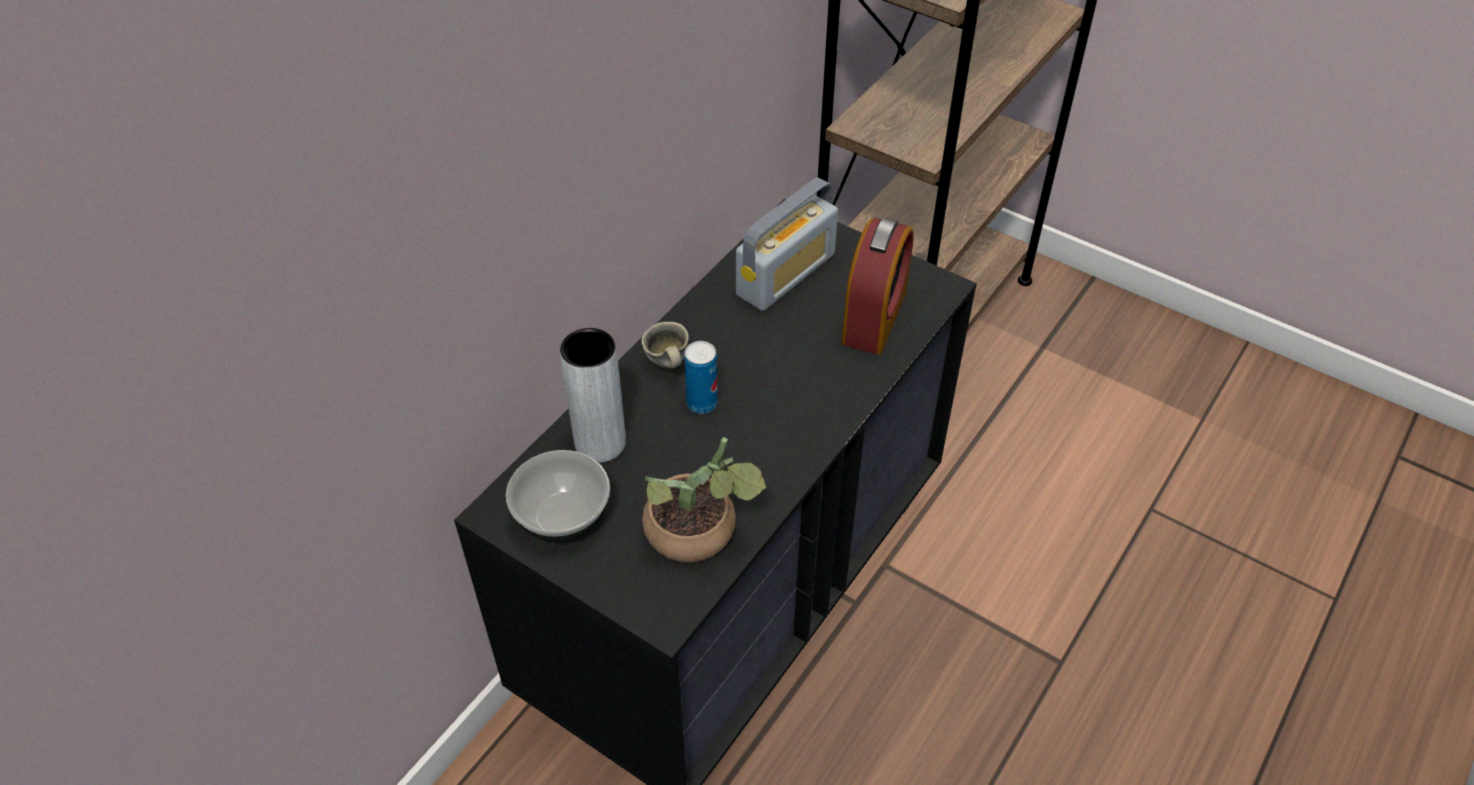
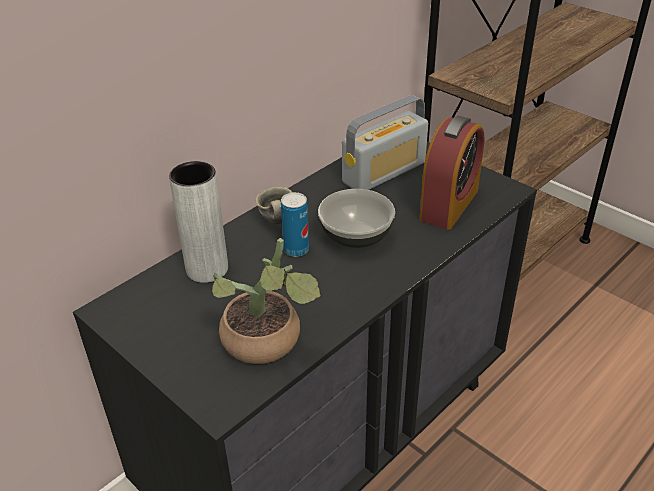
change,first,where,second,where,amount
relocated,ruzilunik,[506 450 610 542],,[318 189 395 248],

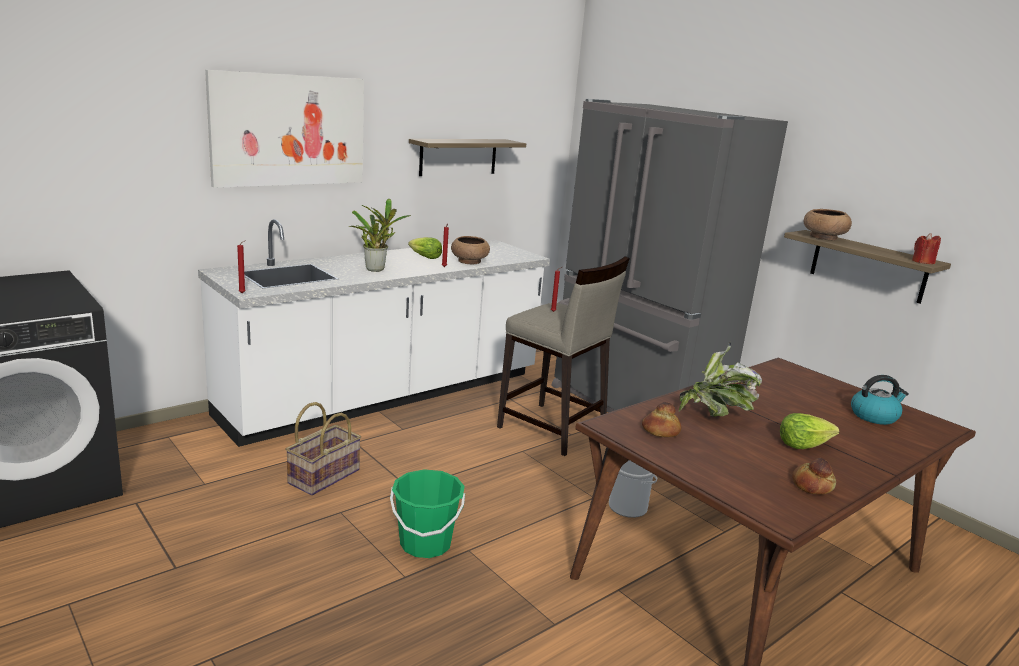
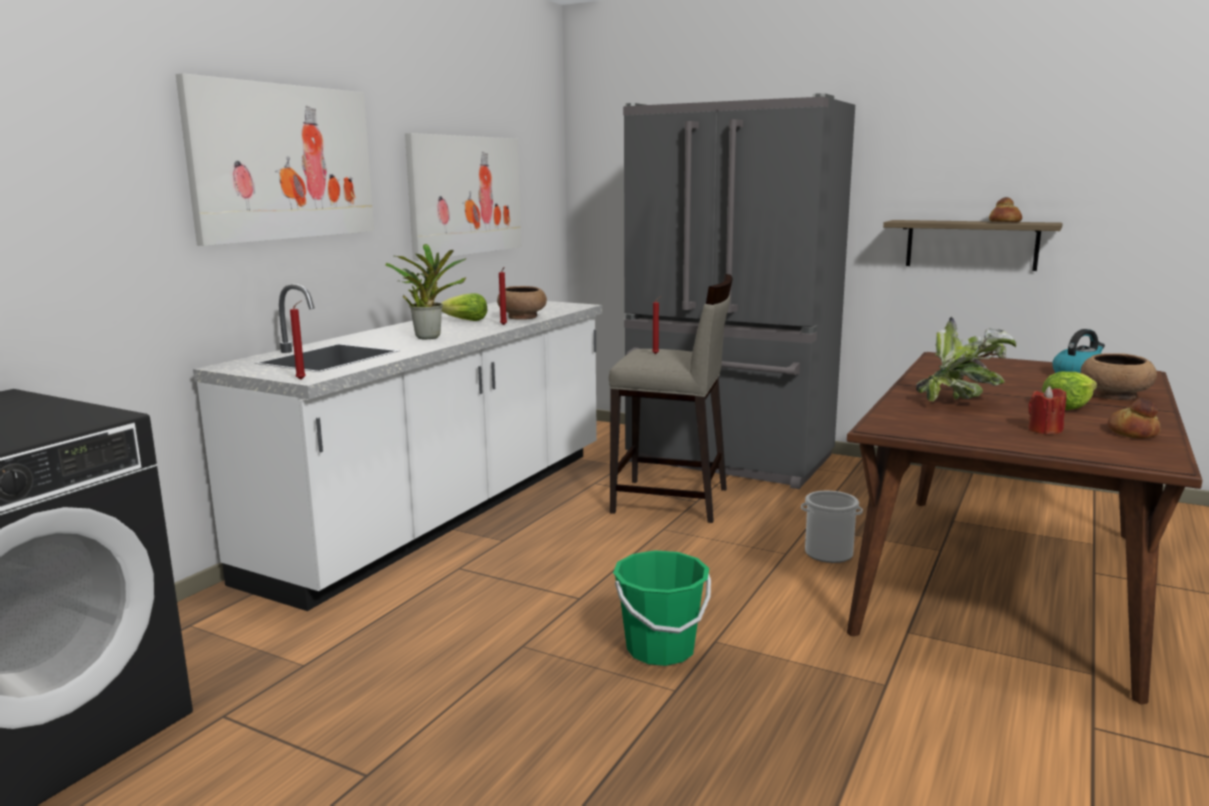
change,first,where,second,where,amount
exchanged,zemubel,[409 139 526 176],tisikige,[405 133 521 261],
relocated,brown_ruzilunik,[804 209 852 240],,[1081 353 1157 400],
relocated,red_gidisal,[912 233 941 264],,[1028 386 1066 434],
missing,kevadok,[285 402 361 496],,,
relocated,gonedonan,[642 402 681 437],,[989 197 1022 222],

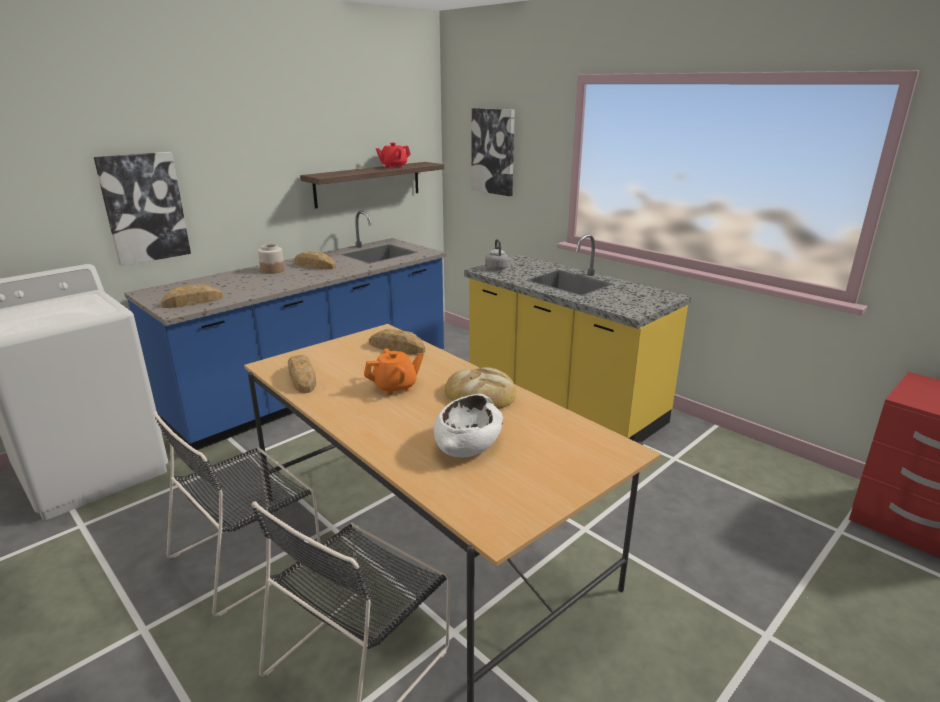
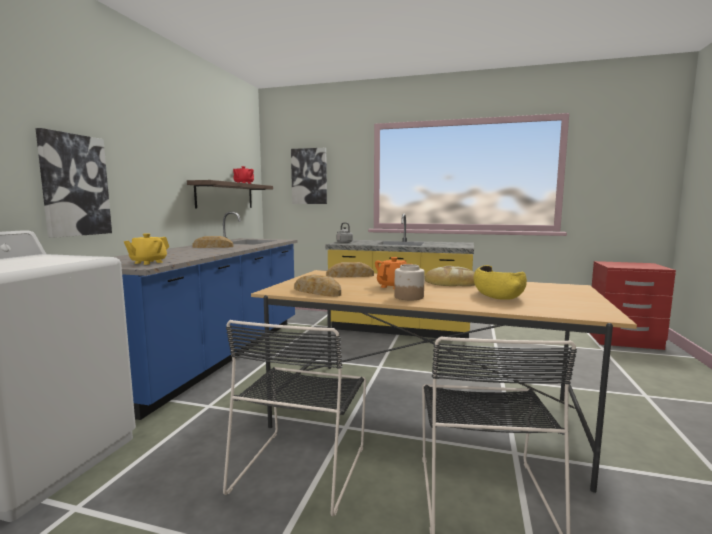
change,first,where,second,where,amount
relocated,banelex,[258 244 285 274],,[394 264 425 300],
exchanged,gonedonan,[161 284 223 308],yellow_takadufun,[124 233 169 265],
colour,white_ruzilunik,[434 394 503 457],yellow_ruzilunik,[474 265 527 300],

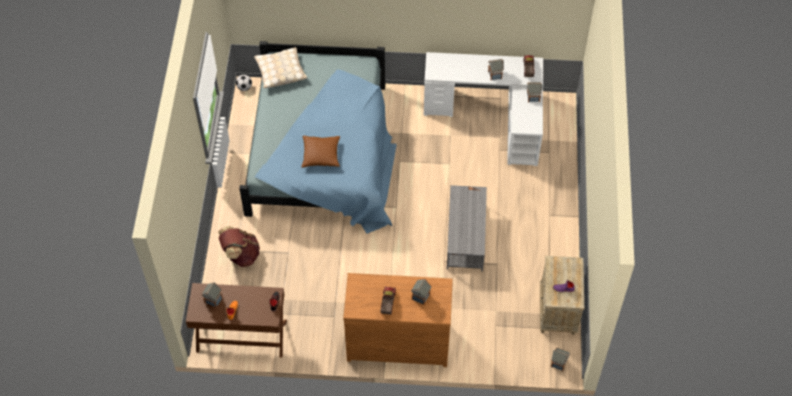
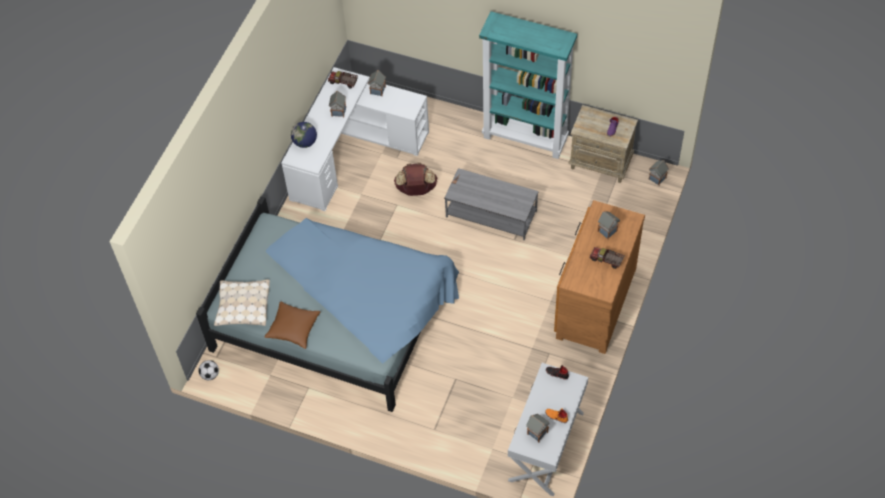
change,first,where,second,where,amount
relocated,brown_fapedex,[301 136 340 168],,[265 301 321 349],
relocated,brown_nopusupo,[218 226 260 267],,[394 163 438 196],
colour,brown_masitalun,[186 283 287 358],white_masitalun,[508 363 588 496],
appeared,,,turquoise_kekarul,[479 11 577 159],
appeared,,,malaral,[291 122 317 148],

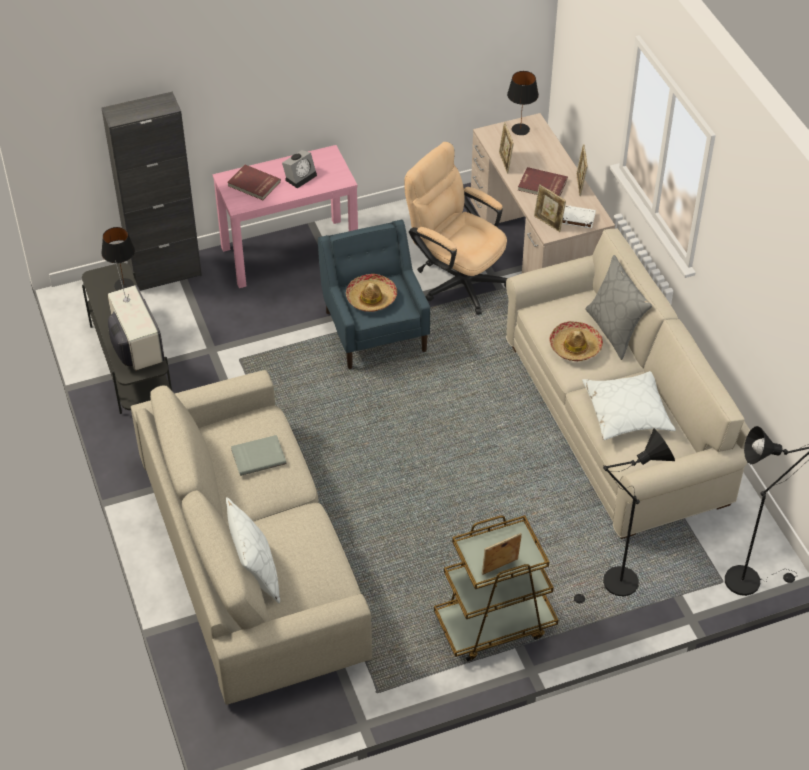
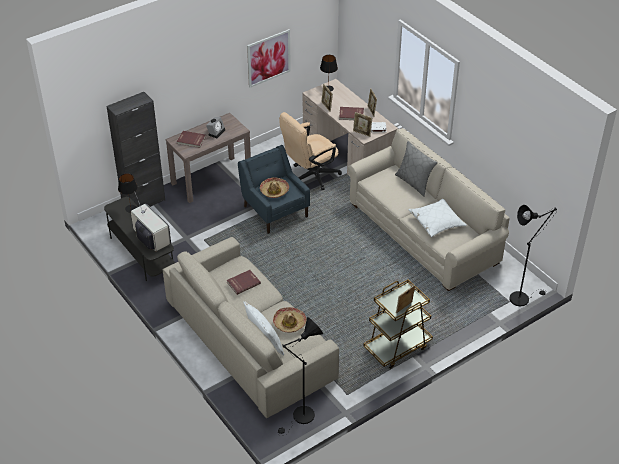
change,first,where,second,where,amount
spun,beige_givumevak,[404 142 507 315],,[279 112 342 190],60 degrees counterclockwise
colour,pink_masitalun,[213 145 358 288],brown_masitalun,[165 113 251 203],
relocated,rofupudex,[549 321 603 361],,[273 307 306 333],
relocated,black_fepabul,[572 429 675 603],,[278 317 323 435],
colour,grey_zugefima,[231 435 286 476],red_zugefima,[227 270 261 295],
appeared,,,tisikige,[247 29 291 88],

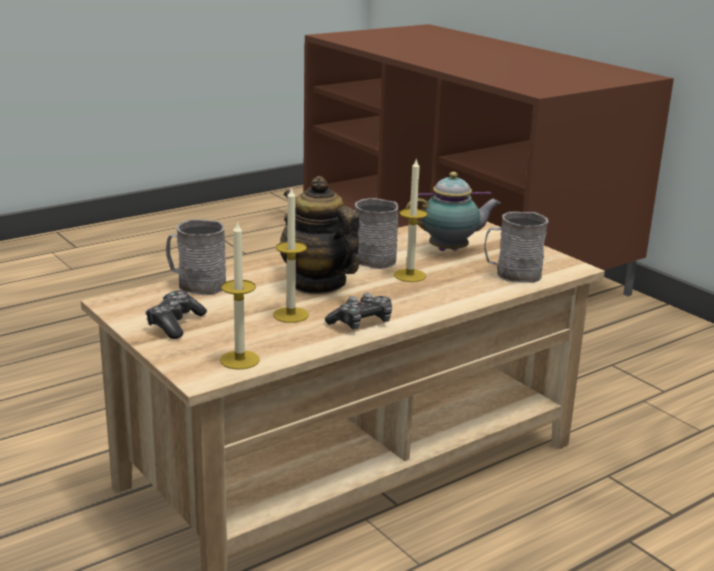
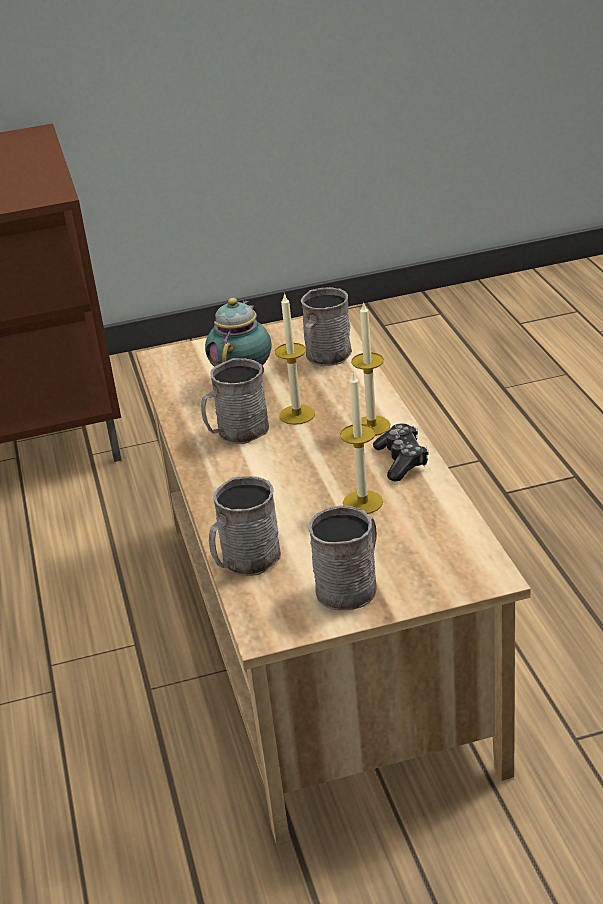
change,first,where,second,where,amount
missing,takadufun,[280 176 360 294],,,
relocated,gidisal,[220 220 260 370],,[351 301 390 436],
exchanged,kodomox,[145 291 207 339],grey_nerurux,[308 505 377 610],

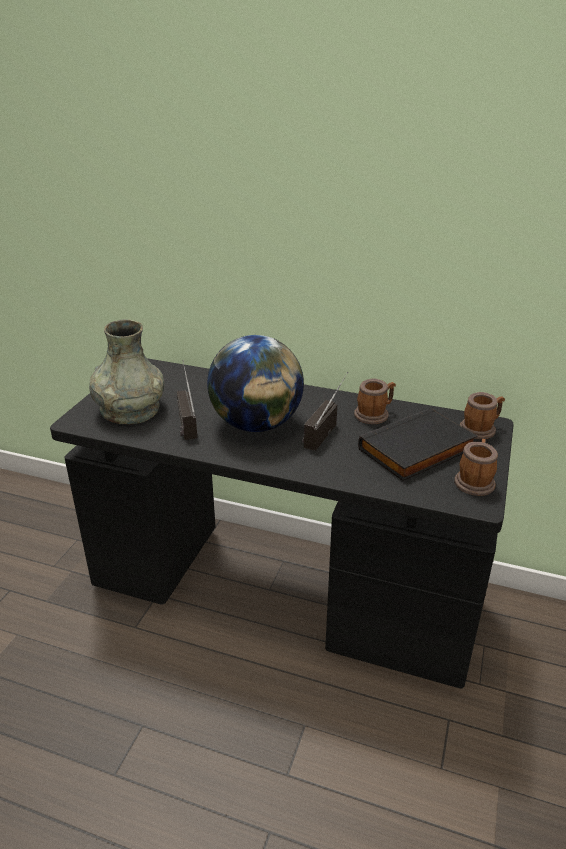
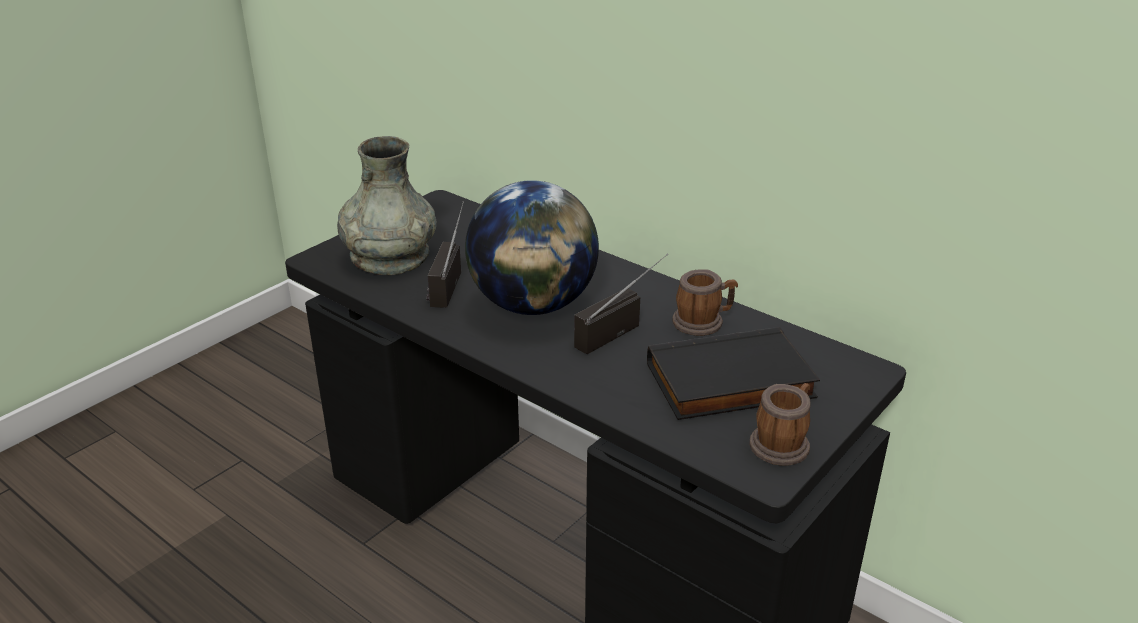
change,first,where,second,where,amount
missing,nerurux,[460 392 505 439],,,

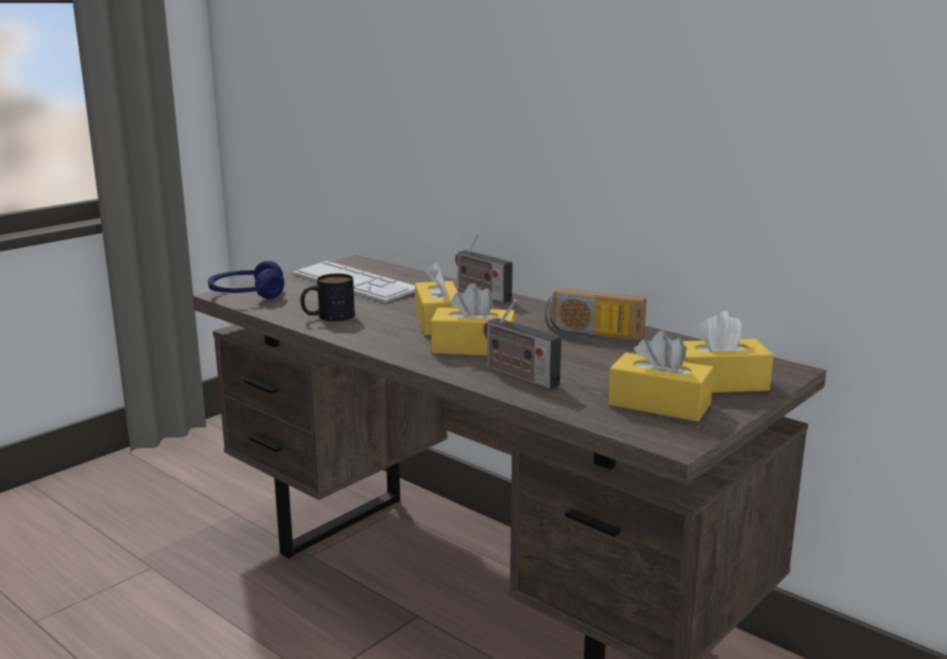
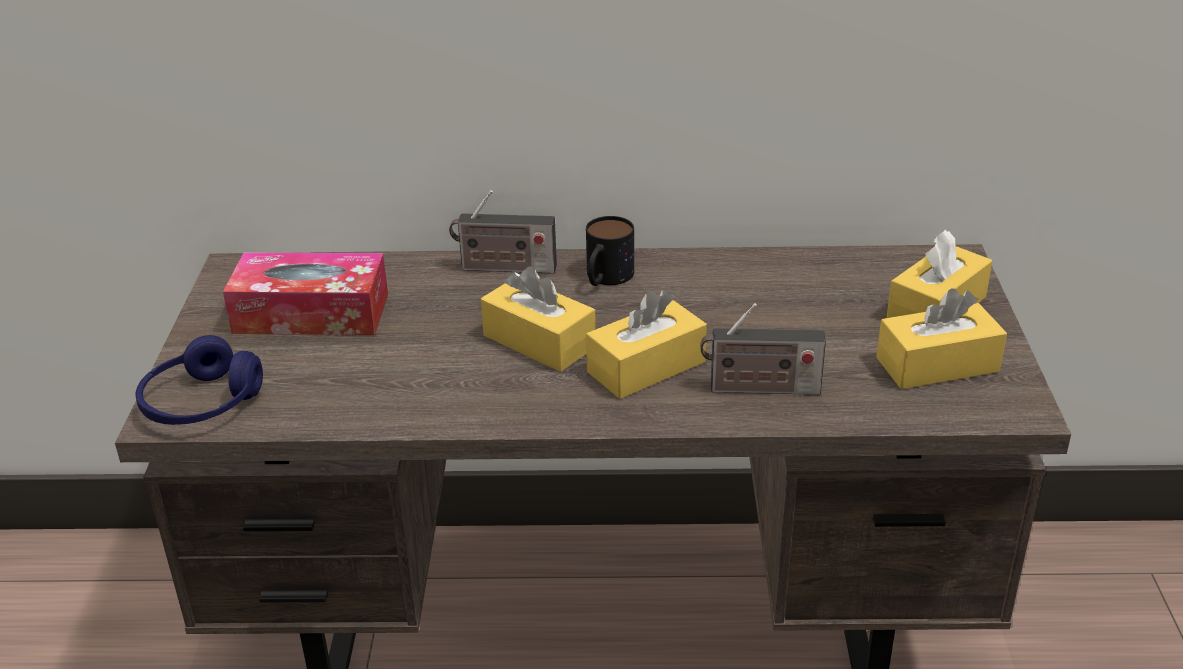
change,first,where,second,where,amount
exchanged,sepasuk,[293 261 415 303],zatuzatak,[223 253 388 335],
relocated,nerurux,[301 273 355 321],,[586 216 634 286],
missing,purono,[545 289 646 341],,,

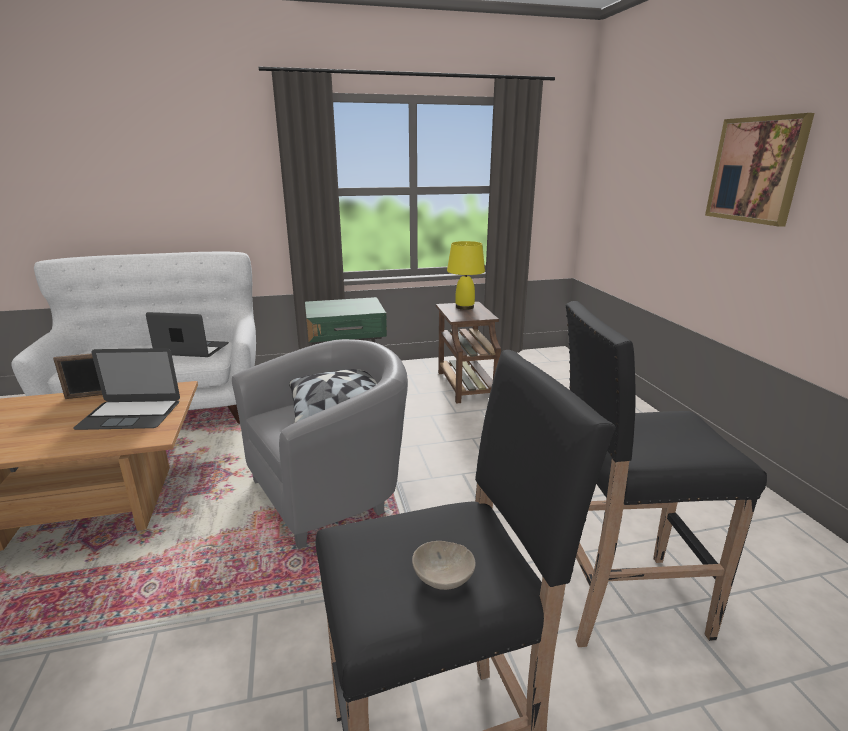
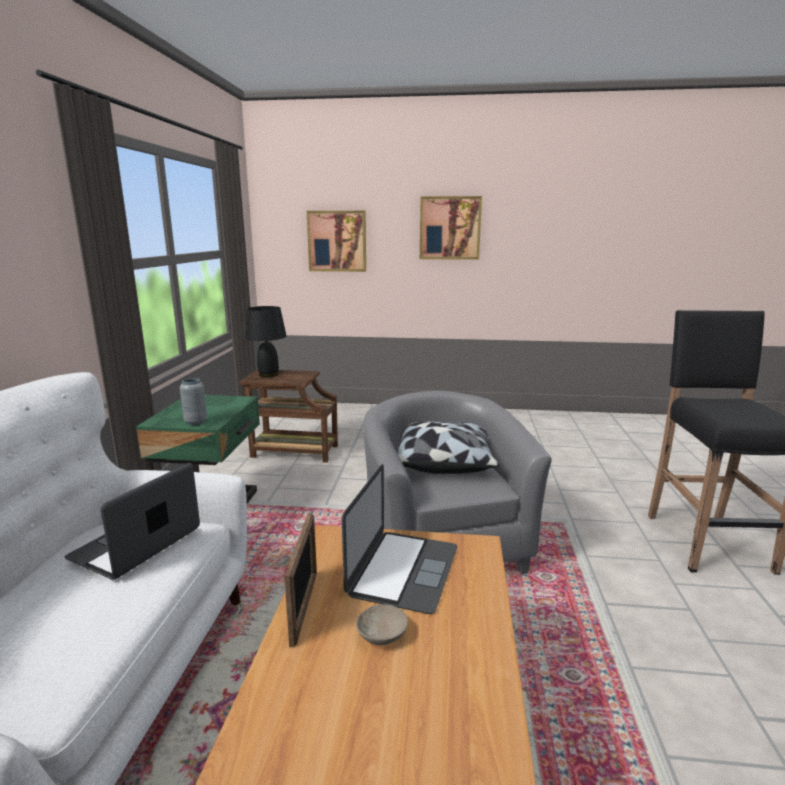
change,first,where,second,where,amount
colour,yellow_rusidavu,[447 241 485 310],black_rusidavu,[245 306 286 378],
missing,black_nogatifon,[566 301 767 647],,,
relocated,beige_ruzilunik,[412 541 476 590],,[356 604 408 645],
appeared,,,tisikige,[306 211 366 272],
appeared,,,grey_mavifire,[180 378 207 425],

